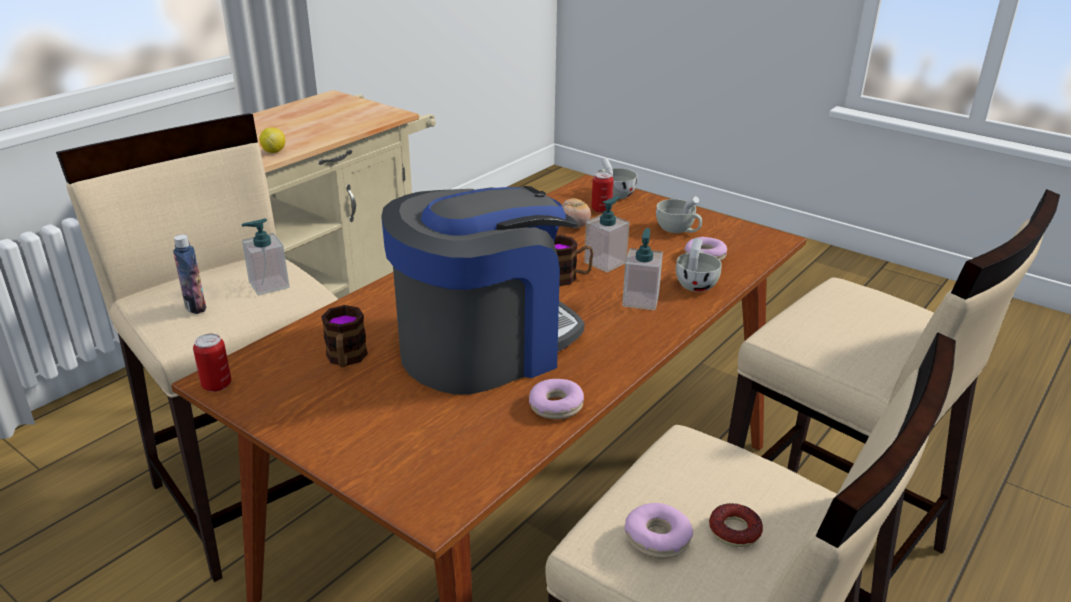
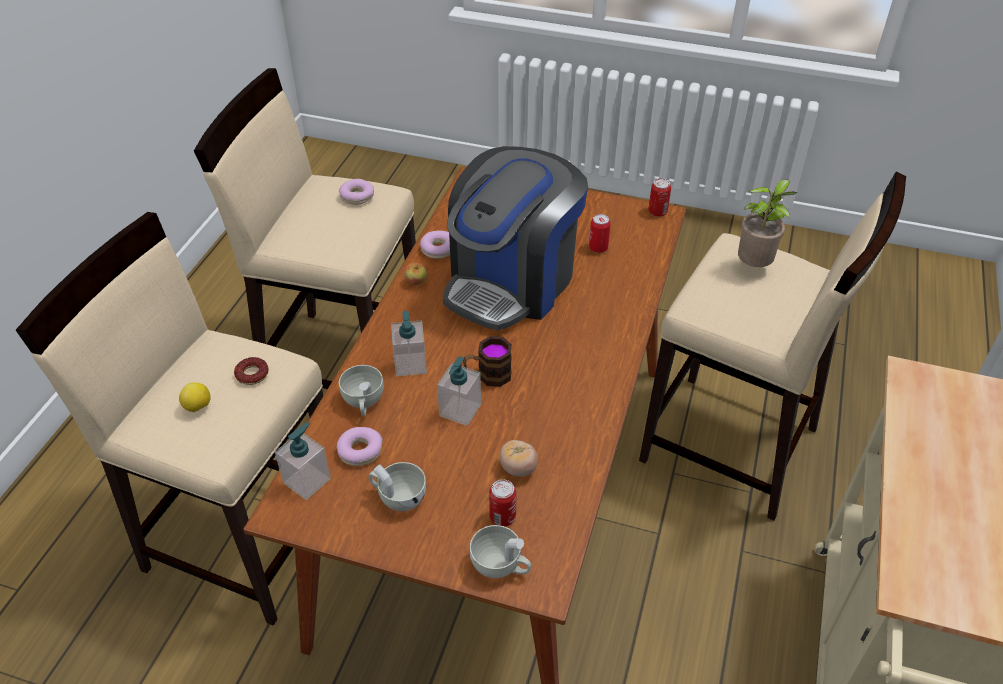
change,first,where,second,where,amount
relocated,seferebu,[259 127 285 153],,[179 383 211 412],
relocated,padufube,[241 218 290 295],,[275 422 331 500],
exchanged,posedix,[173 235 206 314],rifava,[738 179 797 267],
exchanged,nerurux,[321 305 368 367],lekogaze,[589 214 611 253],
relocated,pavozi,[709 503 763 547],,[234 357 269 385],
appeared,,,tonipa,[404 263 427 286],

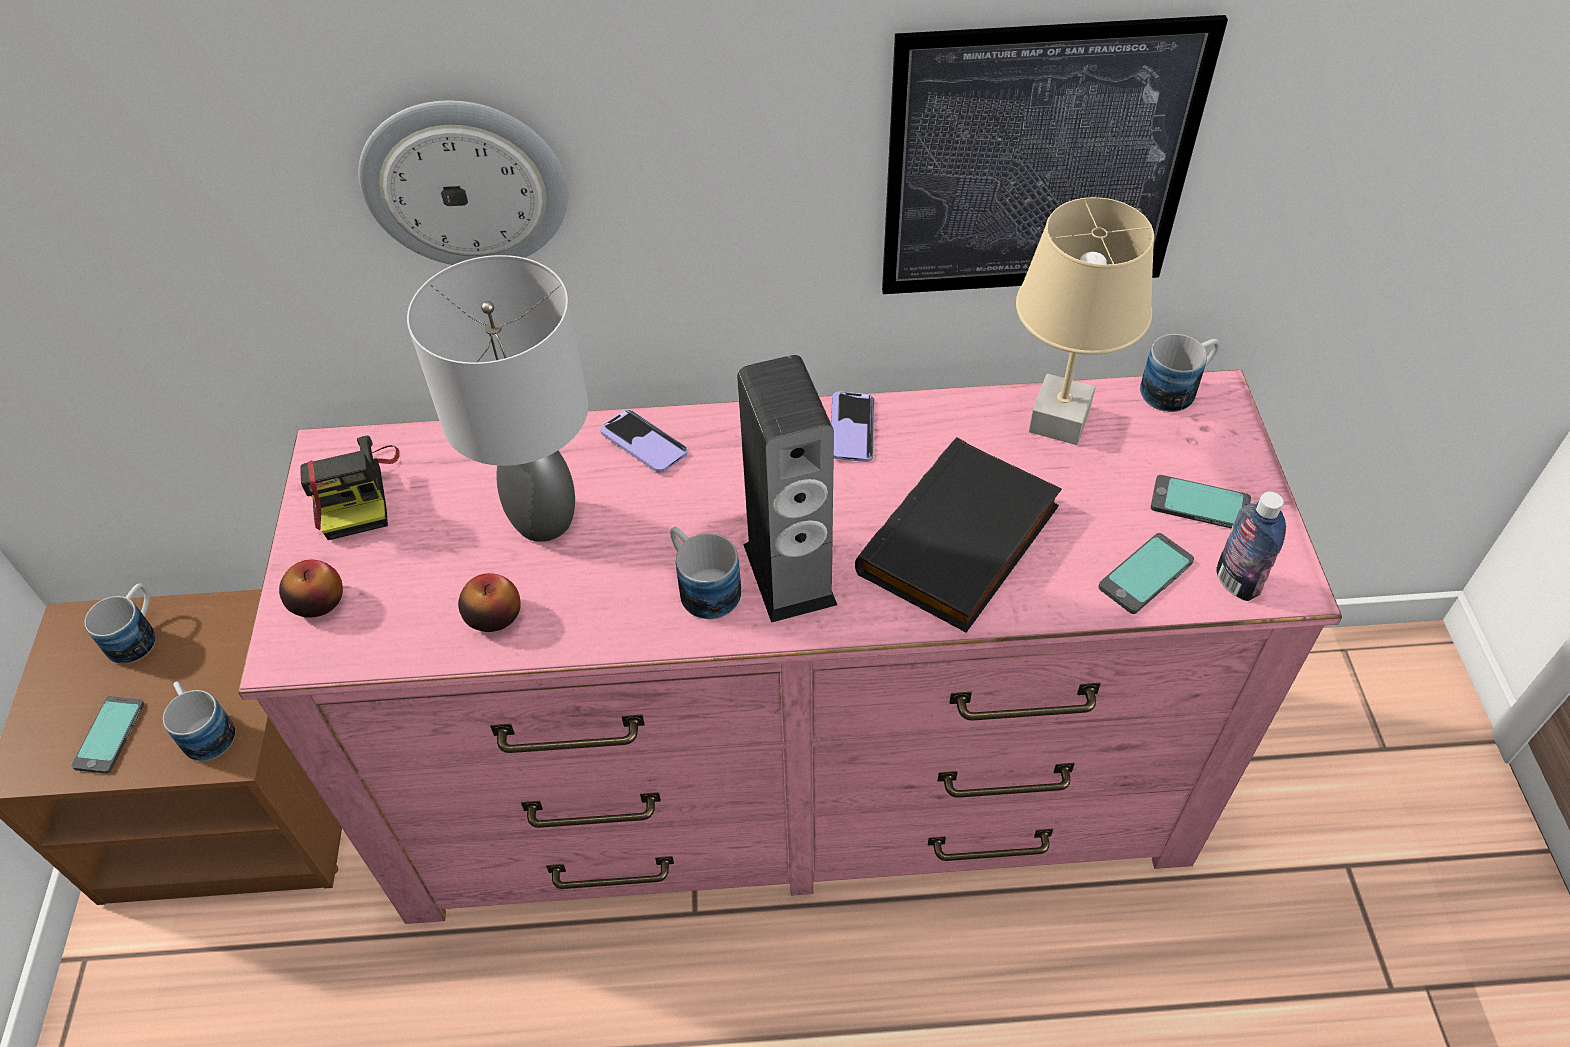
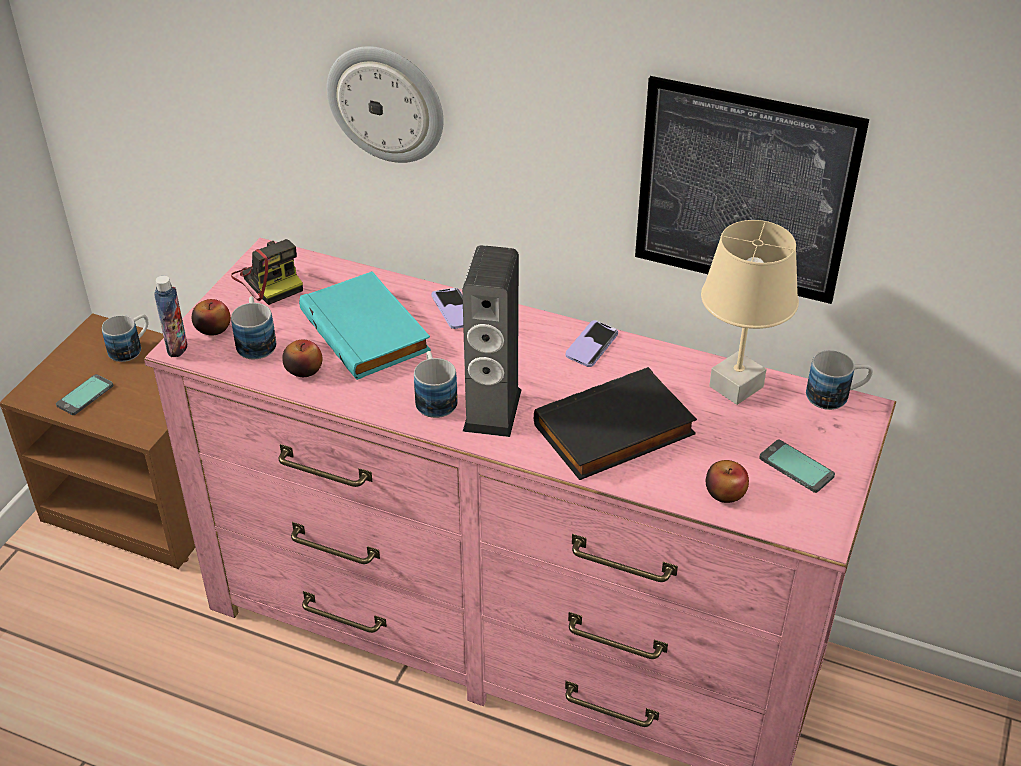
change,first,where,second,where,amount
exchanged,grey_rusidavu,[407 255 589 542],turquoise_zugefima,[299 271 431 380],
spun,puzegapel,[300 436 400 540],,[231 239 303 305],45 degrees counterclockwise
relocated,posedix,[1216 492 1286 601],,[154 276 187 357],
exchanged,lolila,[1098 533 1194 614],tonipa,[706 460 749 503],
relocated,nerurux,[163 681 235 761],,[231 296 276 359],

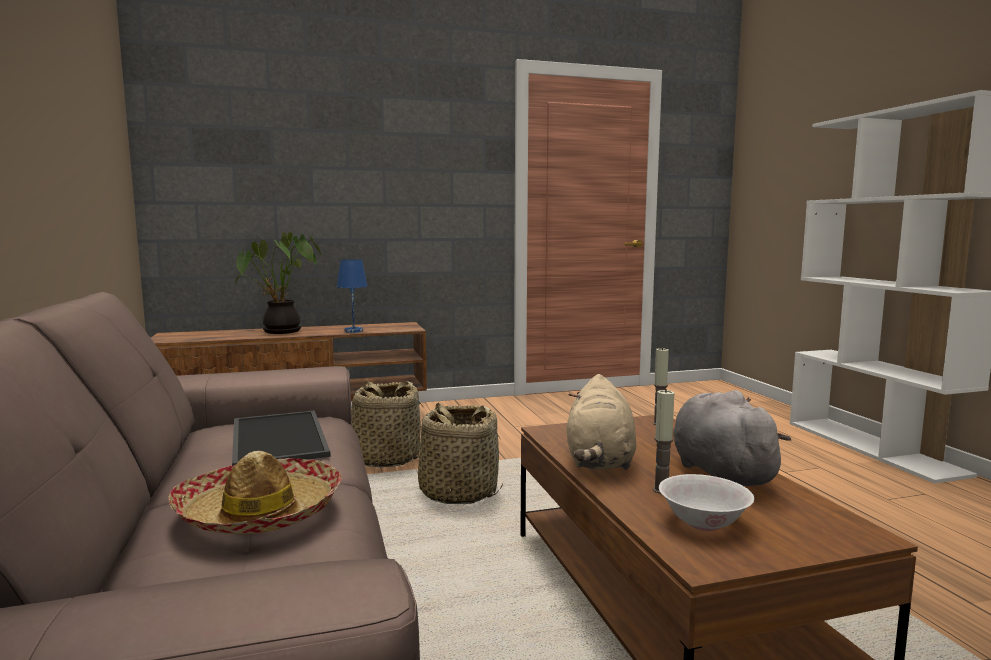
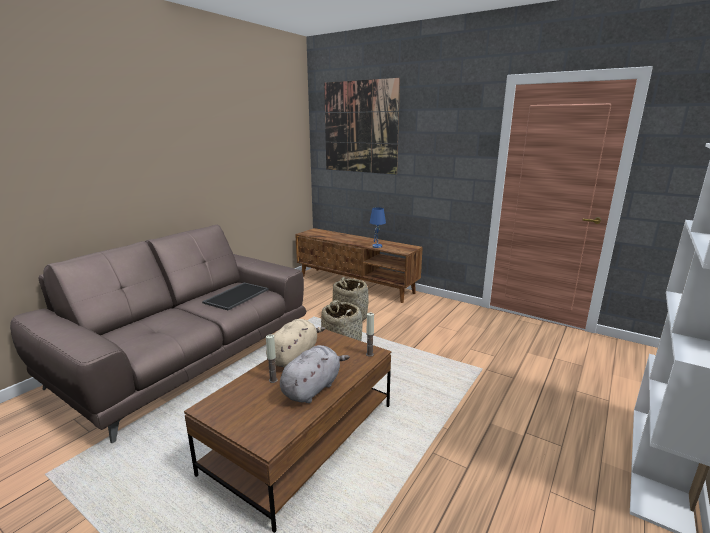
change,first,where,second,where,amount
missing,rifava,[235 232 321 334],,,
spun,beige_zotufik,[567 374 636 470],,[266 319 325 368],150 degrees clockwise
missing,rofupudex,[168 451 342 534],,,
missing,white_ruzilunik,[659 474 754 531],,,
appeared,,,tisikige,[324 78 400 175],

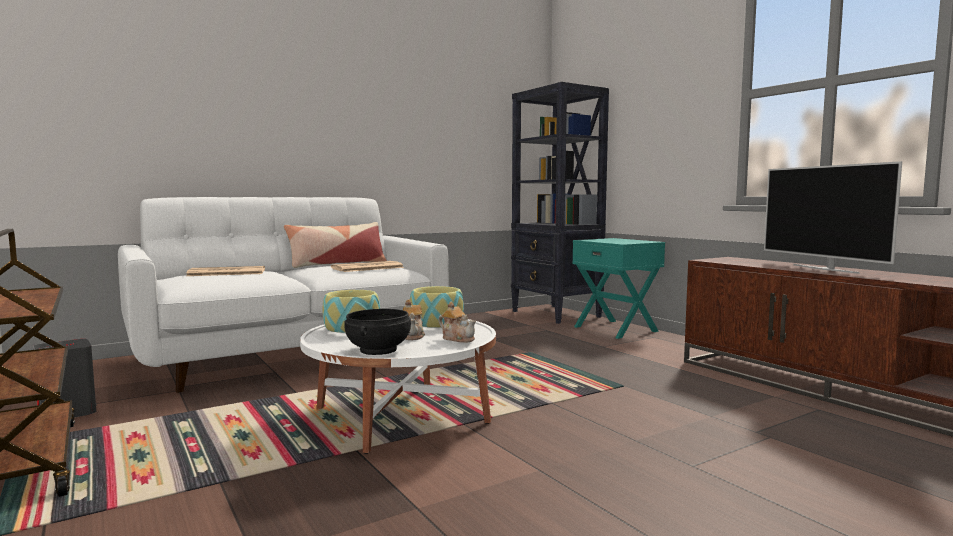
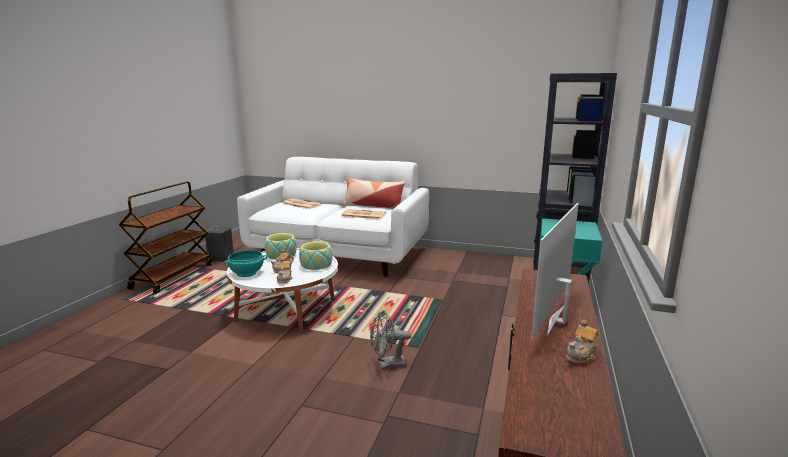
change,first,where,second,where,amount
colour,black_ruzilunik,[344 309 411 355],turquoise_ruzilunik,[224 250 267 277],
appeared,,,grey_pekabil,[370 311 411 369],
appeared,,,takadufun,[566 320 599 364],

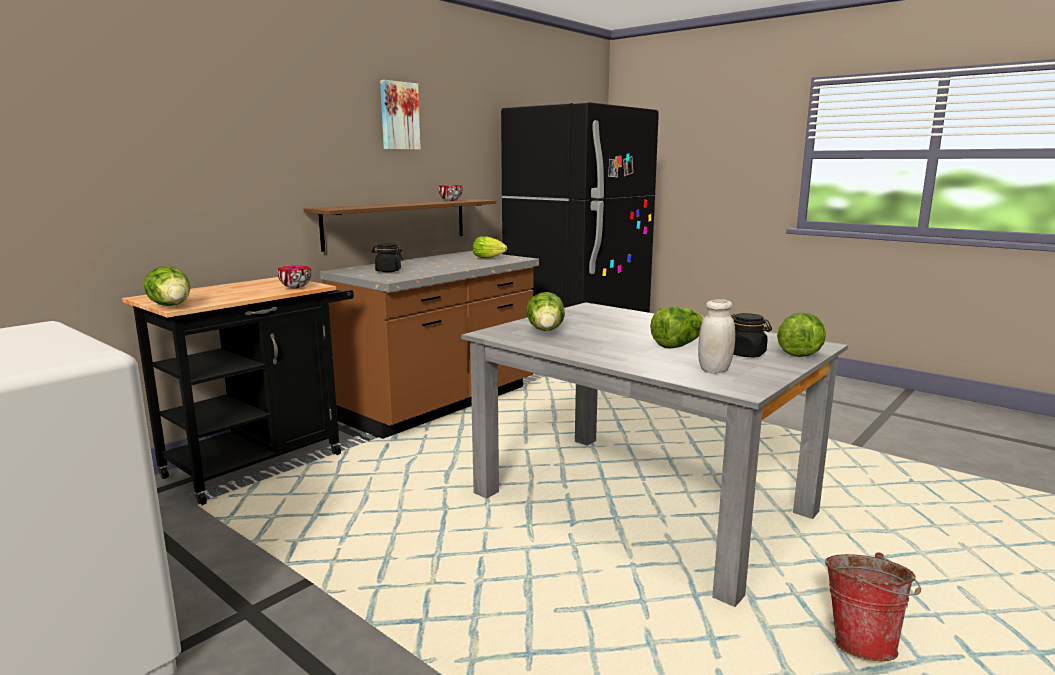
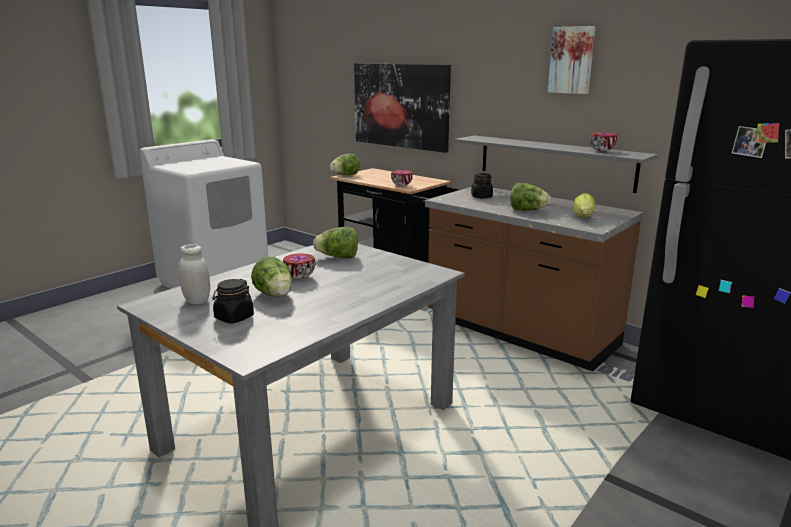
change,first,where,second,where,amount
colour,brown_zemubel,[303 199 496 252],grey_zemubel,[454 136 658 193],
relocated,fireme,[777 312 826 357],,[510 183 551 211],
missing,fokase,[825 552 921 661],,,
appeared,,,tisikige,[354 63 451 153],
appeared,,,ruzilunik,[283 253 315 279],

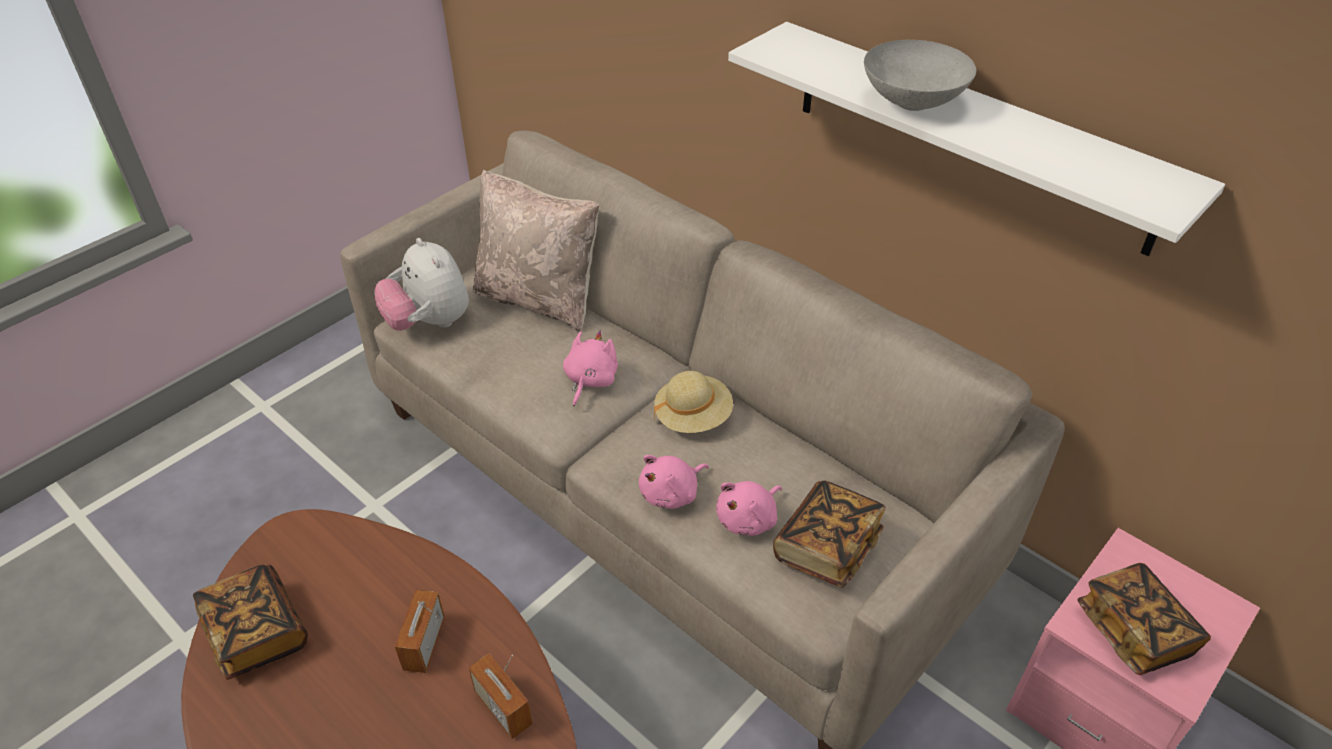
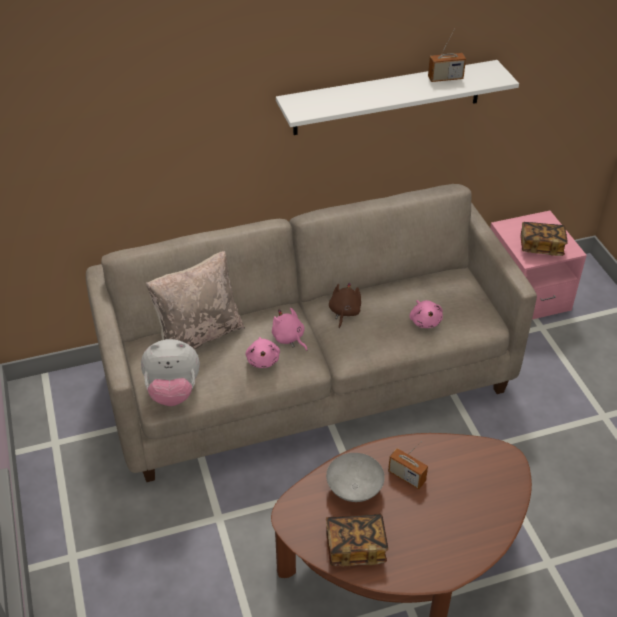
change,first,where,second,where,amount
relocated,grey_ruzilunik,[864 40 976 111],,[326 453 385 502],
exchanged,beige_rofupudex,[654 371 733 433],brown_zotufik,[329 282 361 328],
relocated,pink_zotufik,[639 455 709 509],,[245 337 280 368],
missing,zugefima,[773 481 886 588],,,
relocated,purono,[468 653 533 739],,[428 29 466 82],

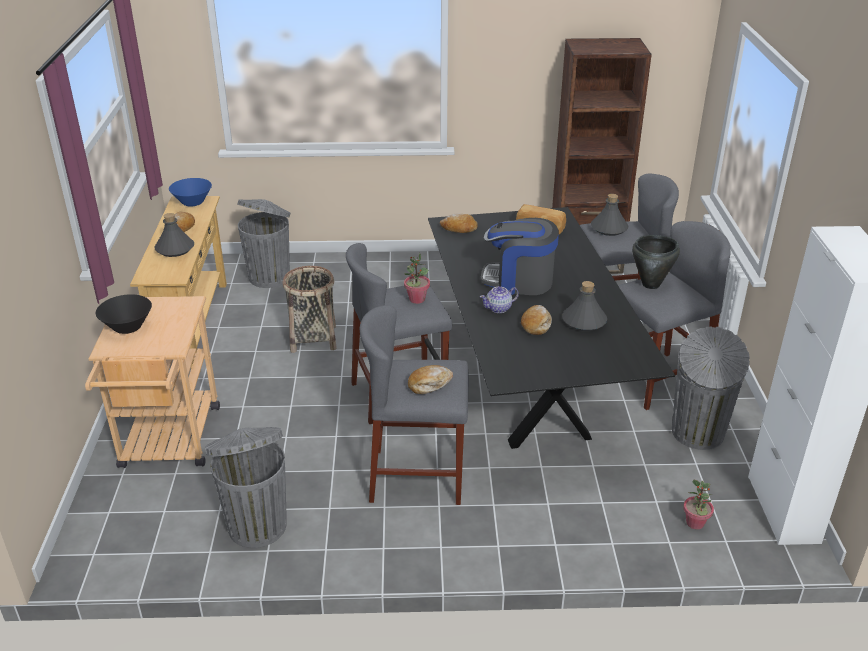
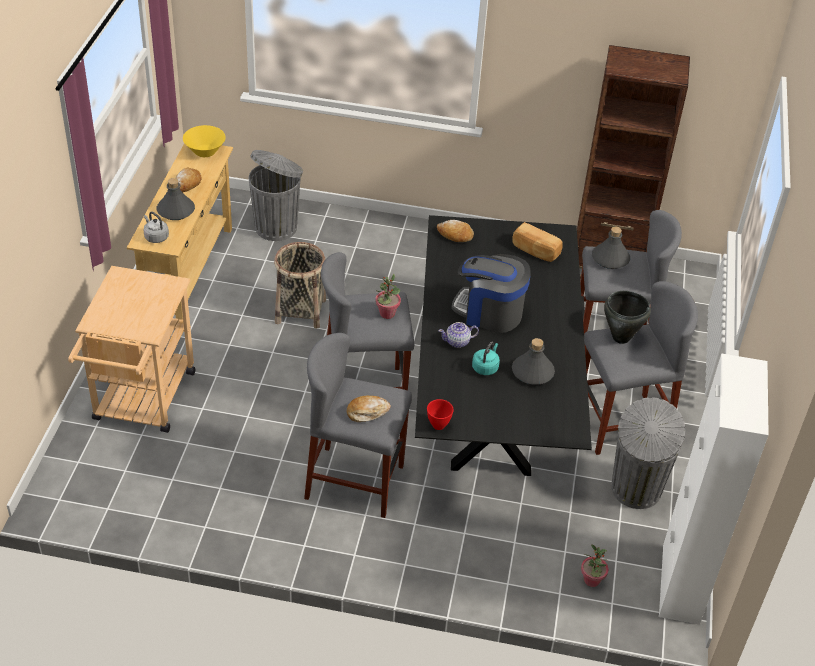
change,first,where,second,where,amount
colour,blue_ruzilunik,[169 178 212 206],yellow_ruzilunik,[183 125 226 157],
missing,black_ruzilunik,[96 294 152 334],,,
exchanged,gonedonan,[521 305 552 335],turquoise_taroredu,[472 342 500 375],
missing,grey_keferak,[205 427 287 548],,,
appeared,,,grey_taroredu,[143 212 169 243],
appeared,,,red_ruzilunik,[427 399 454 430],

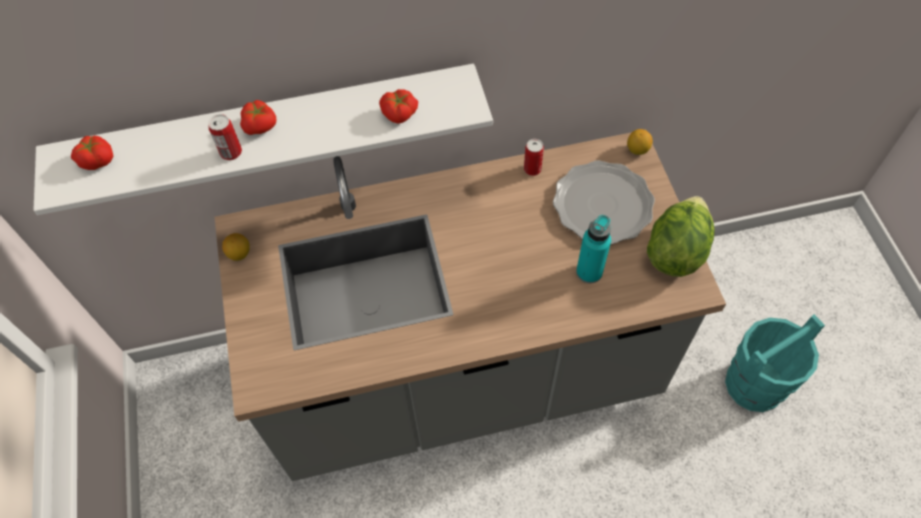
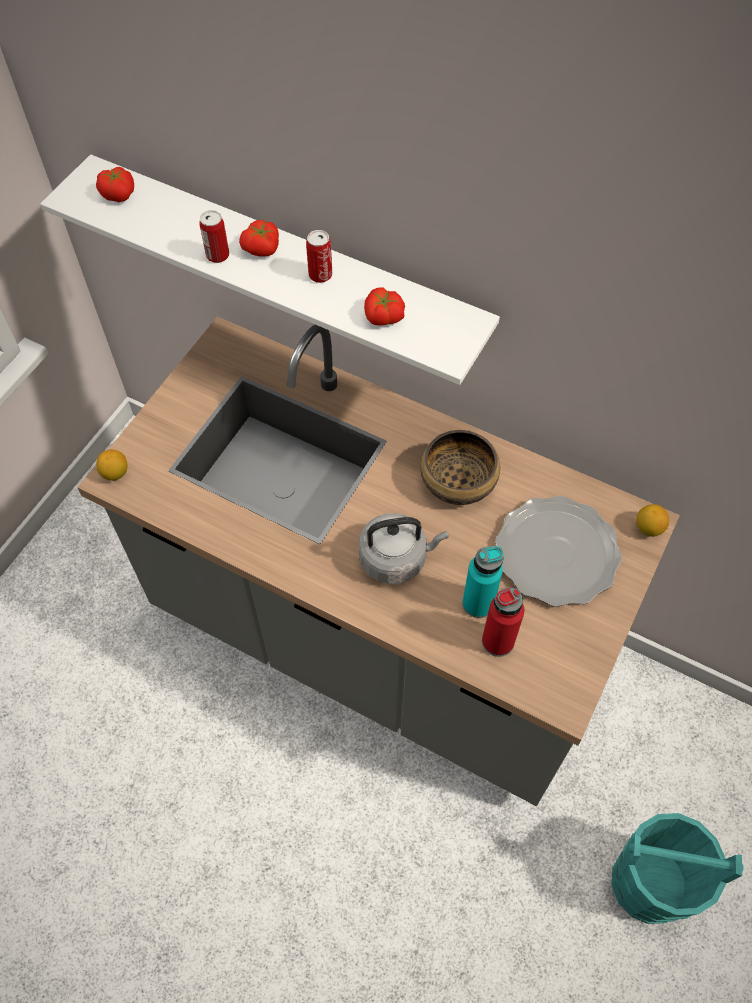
change,first,where,second,where,amount
relocated,lekogaze,[524 139 544 176],,[306 230 332 283],
missing,fireme,[647 196 714 277],,,
relocated,seferebu,[222 233 250 261],,[96 449 128 481],
appeared,,,ruzilunik,[421 430 500 505],
appeared,,,grey_taroredu,[359 513 448 584],
appeared,,,red_posedix,[482 587 524 657],

